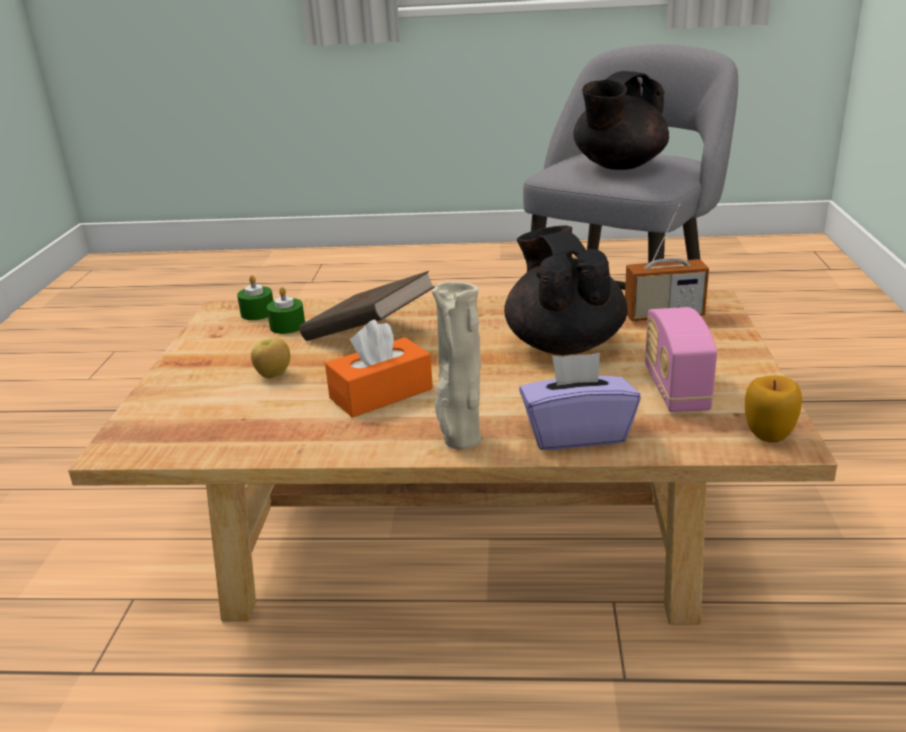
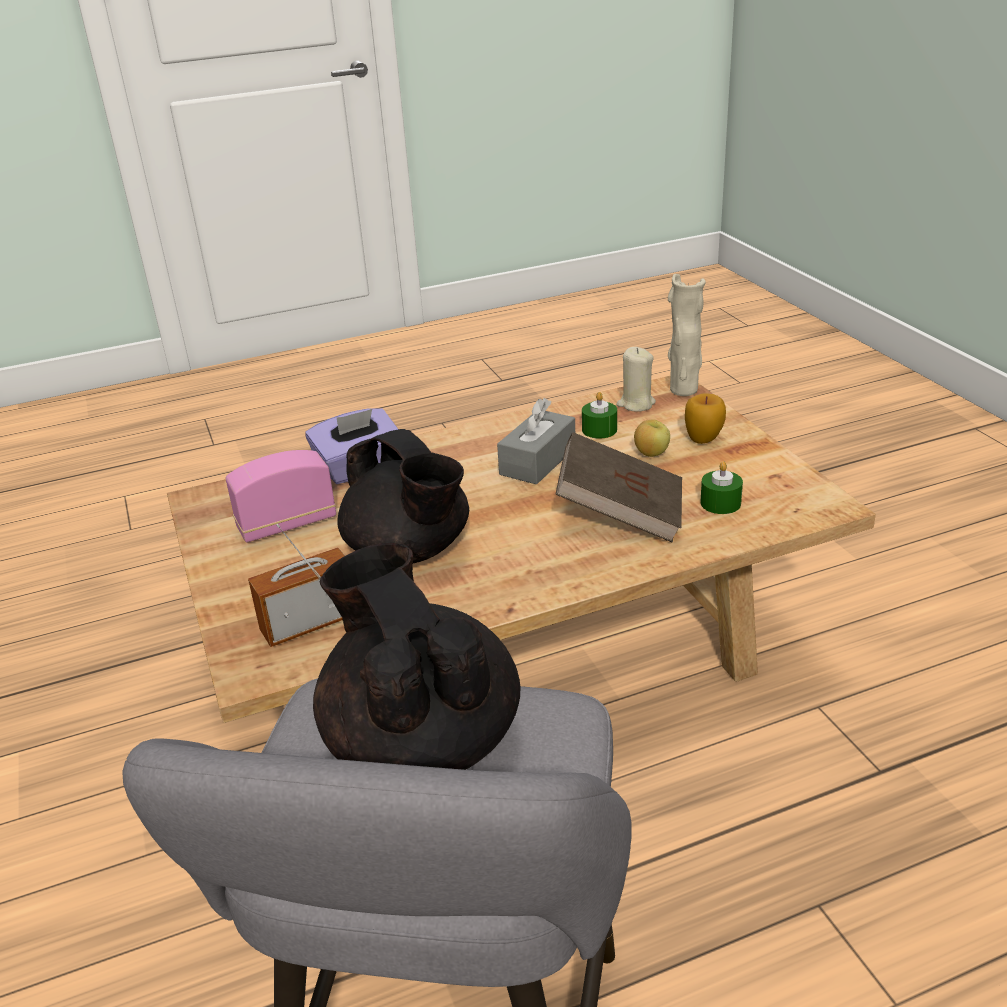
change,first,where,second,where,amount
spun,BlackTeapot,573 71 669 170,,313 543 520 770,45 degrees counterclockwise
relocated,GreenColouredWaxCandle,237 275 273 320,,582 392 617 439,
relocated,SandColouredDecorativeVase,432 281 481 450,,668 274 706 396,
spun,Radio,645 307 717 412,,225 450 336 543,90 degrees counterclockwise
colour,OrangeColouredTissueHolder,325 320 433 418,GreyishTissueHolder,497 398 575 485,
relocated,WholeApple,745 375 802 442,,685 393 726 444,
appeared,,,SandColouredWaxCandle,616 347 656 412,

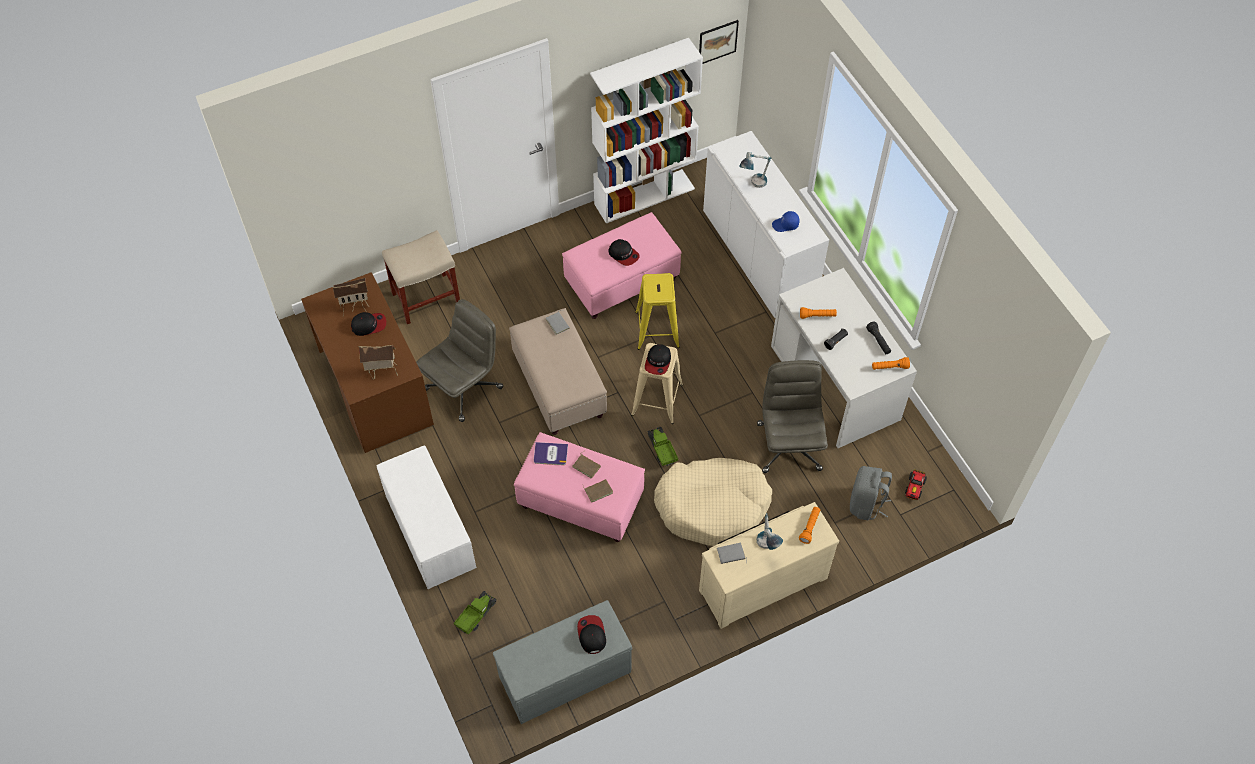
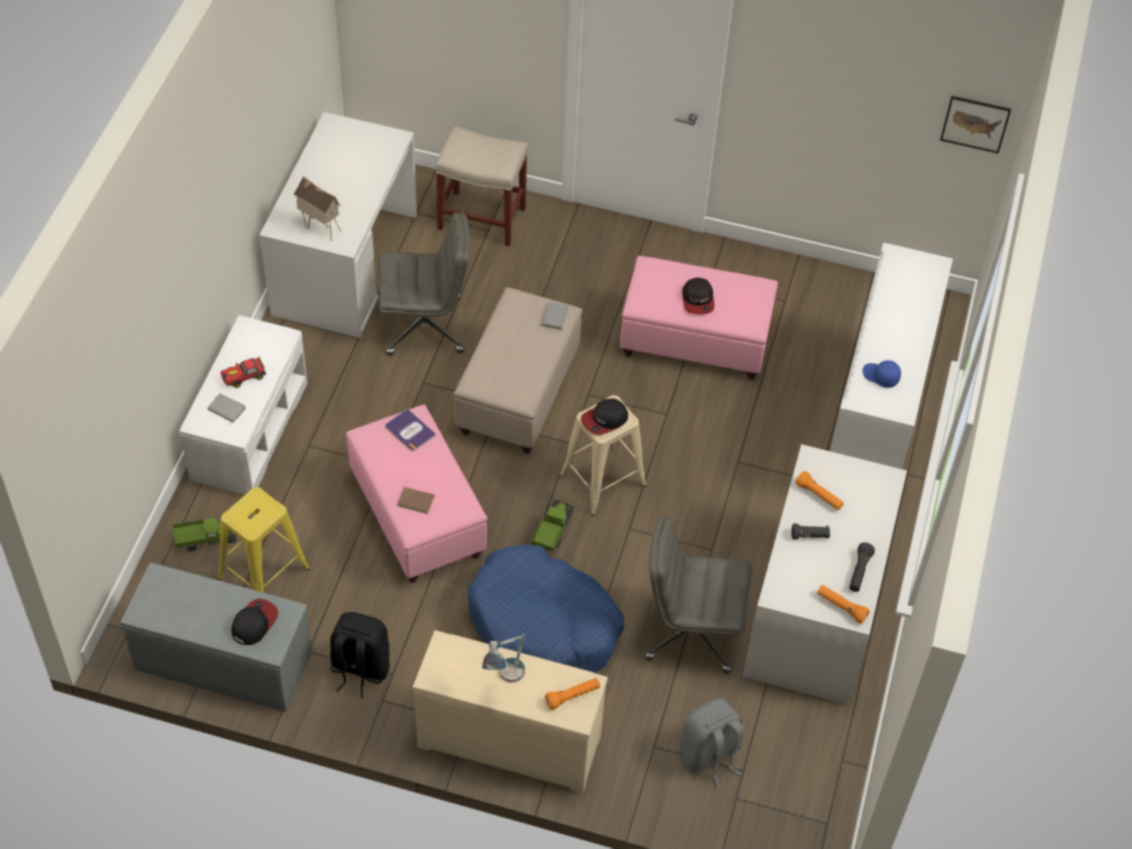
change,first,where,second,where,amount
missing,WhiteBookshelf,590 38 703 224,,,
missing,TableLamp,739 152 771 188,,,
colour,BrownishDeskTable,301 272 434 453,WhiteDeskTable,259 112 417 338,
relocated,YellowColouredSittingStool,635 273 680 350,,217 487 310 593,
missing,ToyHouse,332 278 369 314,,,
missing,BaseballCap,351 312 386 336,,,
spun,GreyishComputerChair,757 360 828 473,,645 515 752 673,120 degrees counterclockwise
missing,BrownishBoundBook,573 451 601 479,,,
colour,SandColouredDogBed,654 458 772 546,BluishDogBed,468 545 624 673,
relocated,ModelCar,905 469 927 500,,221 357 266 388,
relocated,GreyishBoundBook,717 543 747 564,,208 393 246 426,
appeared,,,BlackBackpack,330 612 390 699,

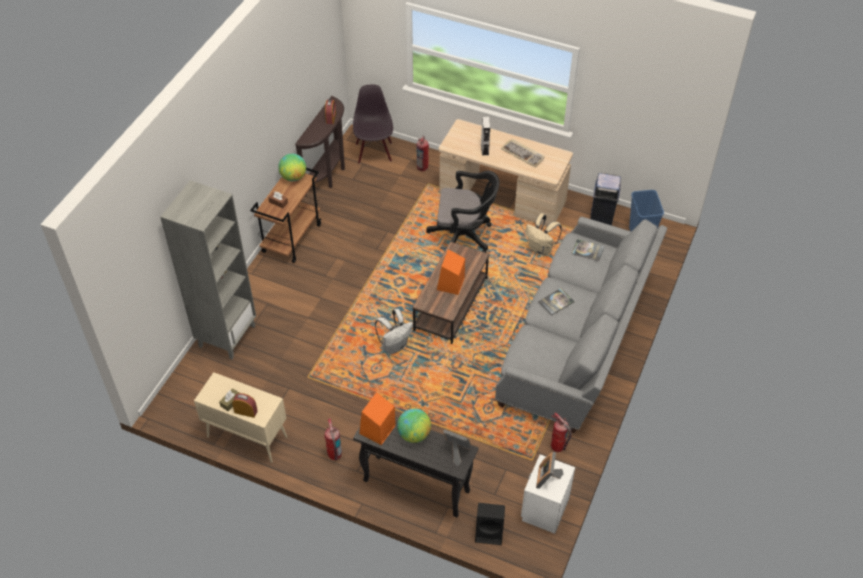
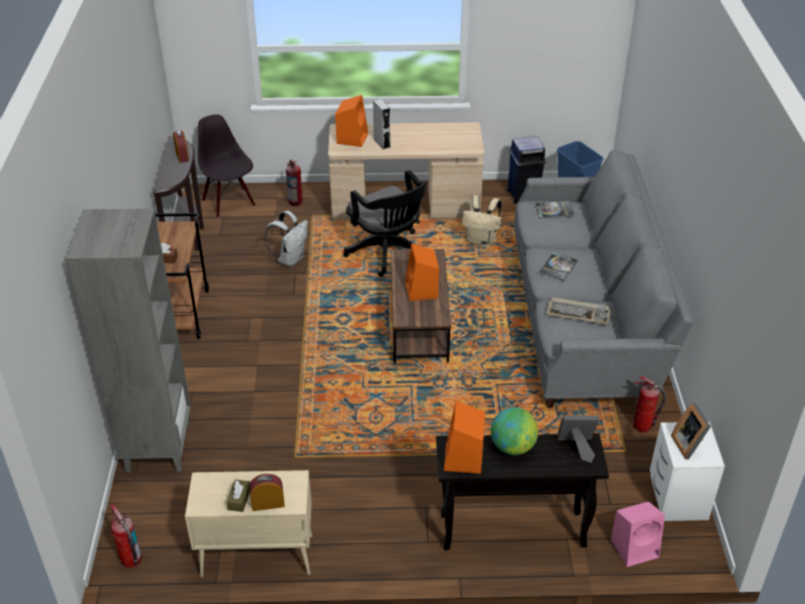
change,first,where,second,where,amount
relocated,ComputerKeyboard,501 139 544 167,,547 297 611 325,
missing,DeskGlobe,278 154 306 181,,,
spun,BlackComputerChair,426 171 500 253,,343 170 427 277,75 degrees clockwise
relocated,WhiteBackpack,375 309 413 354,,264 211 308 267,
relocated,FireFightingCylinder,324 418 342 460,,110 504 141 568,
colour,BlackSpeaker,475 503 505 545,PinkSpeaker,611 501 665 567,
appeared,,,OrangeColouredSpeaker,335 95 368 147,

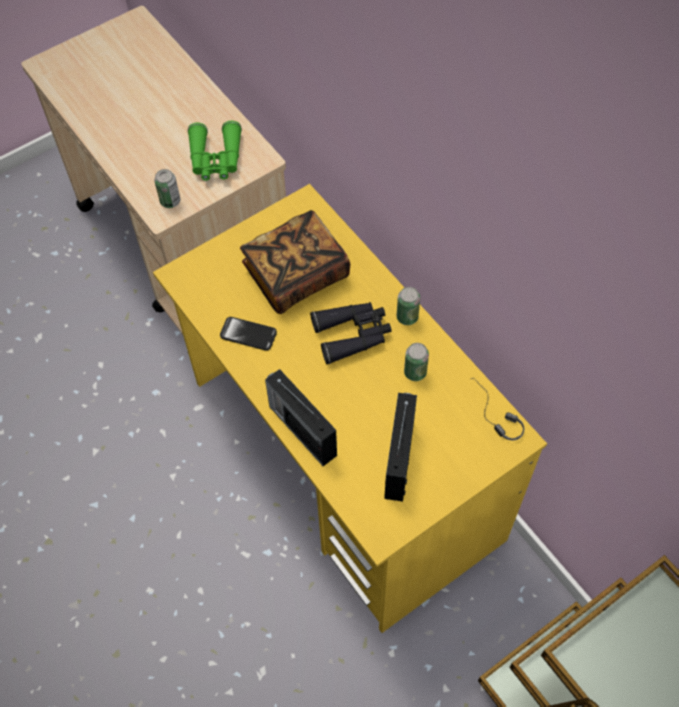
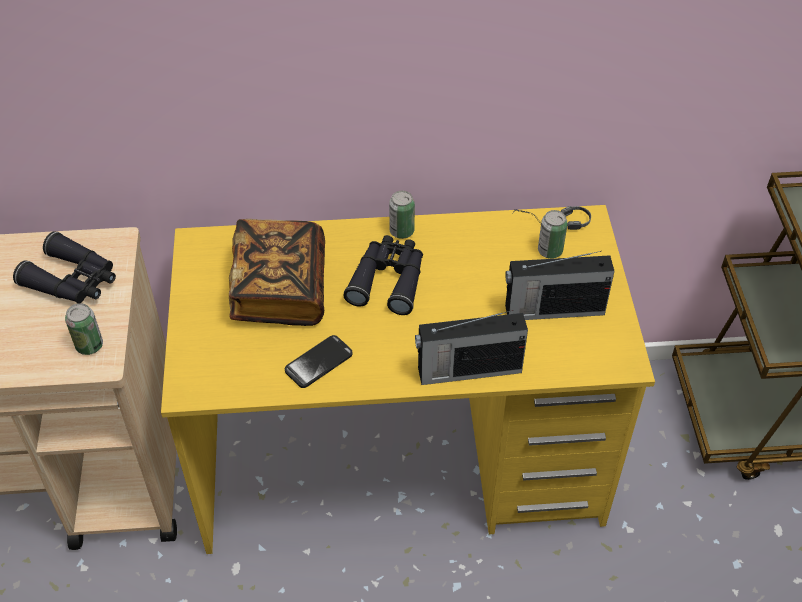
change,first,where,second,where,amount
colour,GreenColouredPairOfBinoculars,188 121 242 181,BlackPairOfBinoculars,13 231 116 303,
relocated,MetalCan,404 343 429 381,,538 210 568 259,
spun,Radio,384 393 417 502,,505 251 614 320,45 degrees counterclockwise

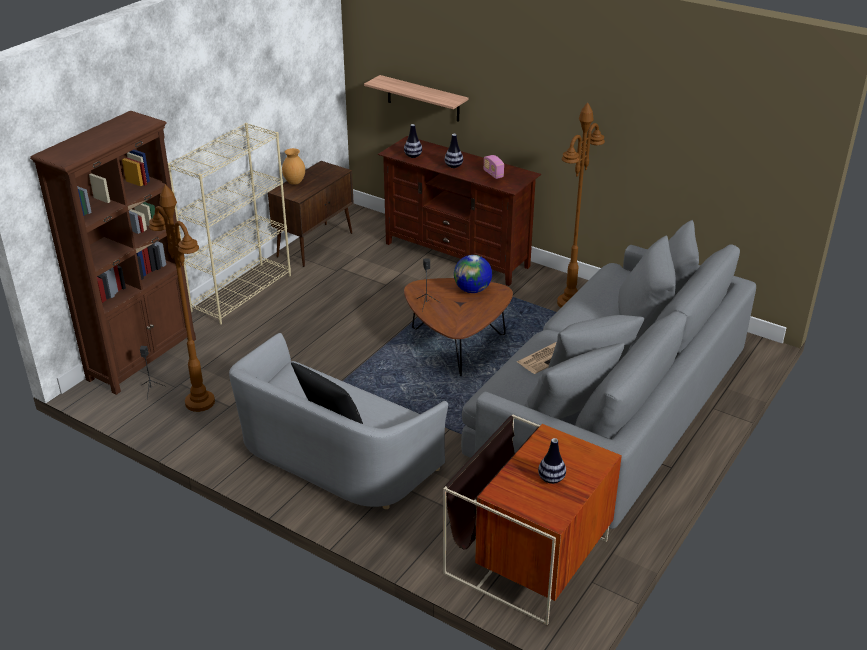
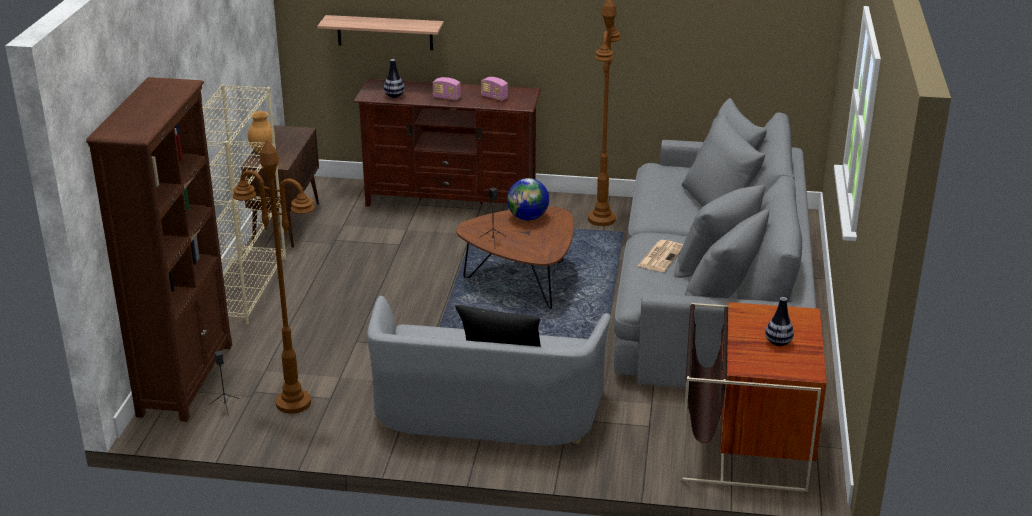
change,first,where,second,where,amount
exchanged,DecorativeVase,445 134 463 168,Radio,433 77 461 100,

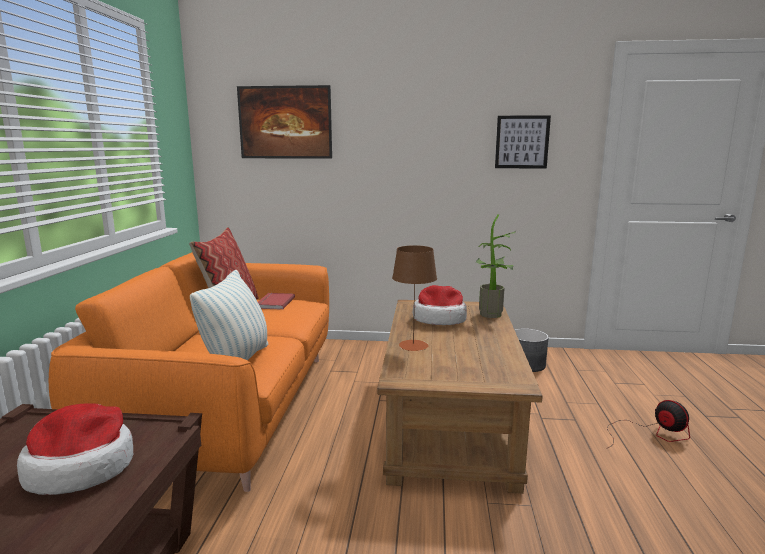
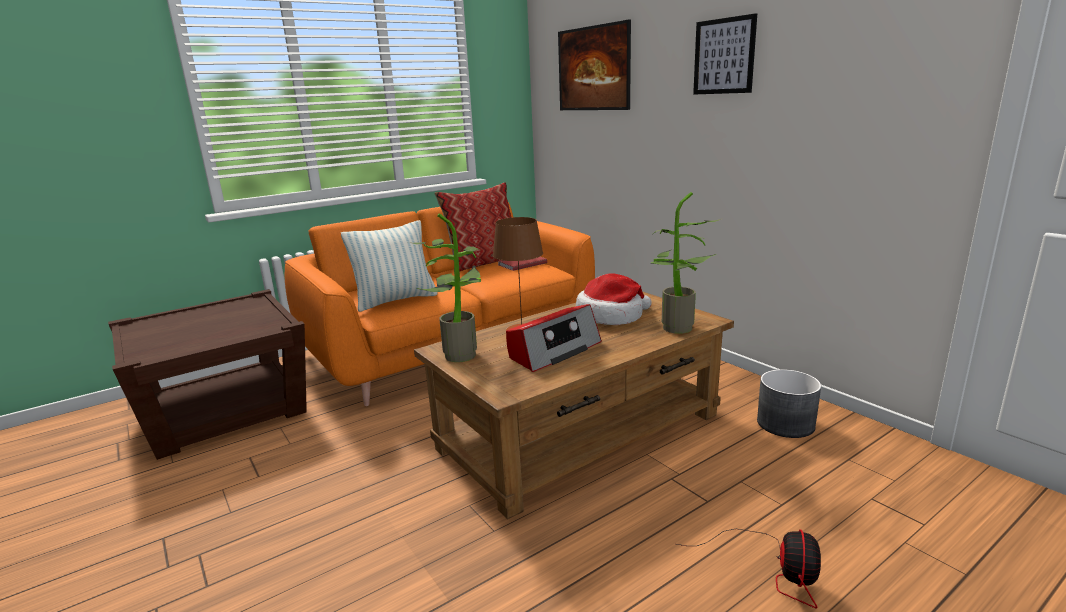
change,first,where,second,where,amount
relocated,WallArt,495 115 551 168,,693 13 757 95,
missing,WearableHat,17 403 133 495,,,
appeared,,,Houseplant,408 213 481 362,
appeared,,,Radio,506 304 602 372,

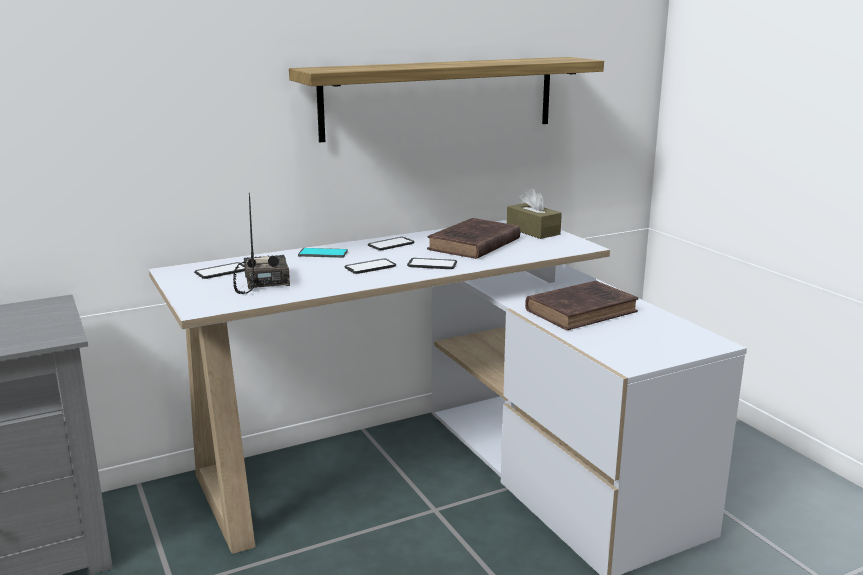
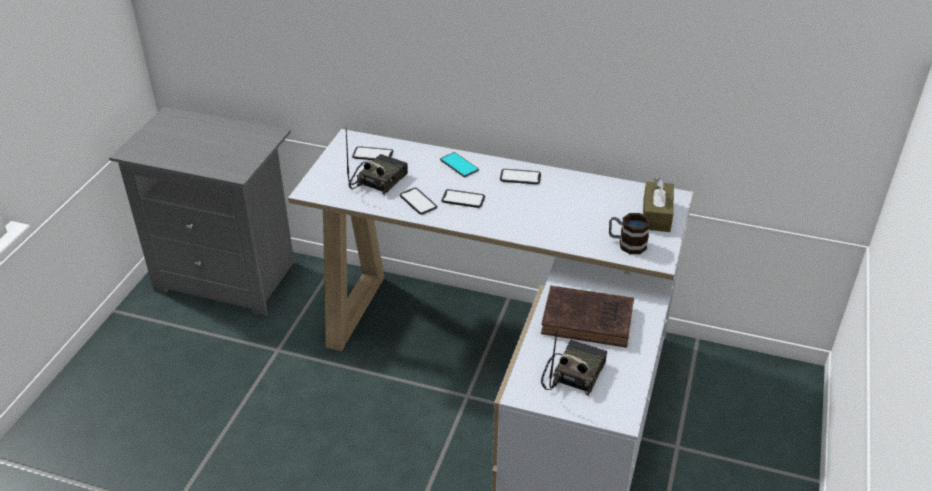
change,first,where,second,where,amount
missing,BracketShelf,289 57 604 142,,,
missing,BrownishBoundBook,427 218 520 259,,,
relocated,Phone,407 258 457 269,,400 188 437 215,
appeared,,,TeaMug,609 213 651 254,
appeared,,,Radio,541 331 607 396,

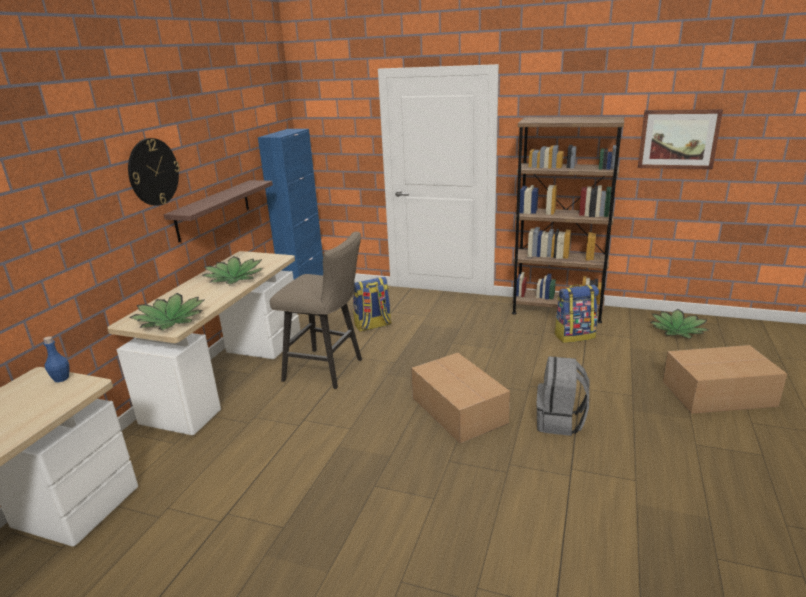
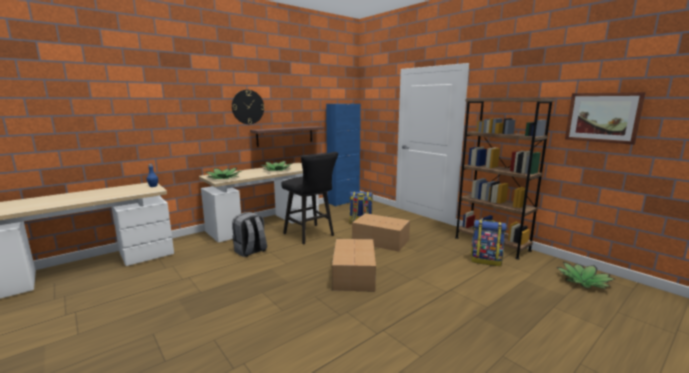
change,first,where,second,where,amount
colour,SandColouredSittingStool,270 232 362 389,BlackSittingStool,281 152 338 244,
relocated,CardboardBox,663 345 787 414,,352 213 410 252,
relocated,GreyishBackpack,536 357 589 436,,232 212 267 257,

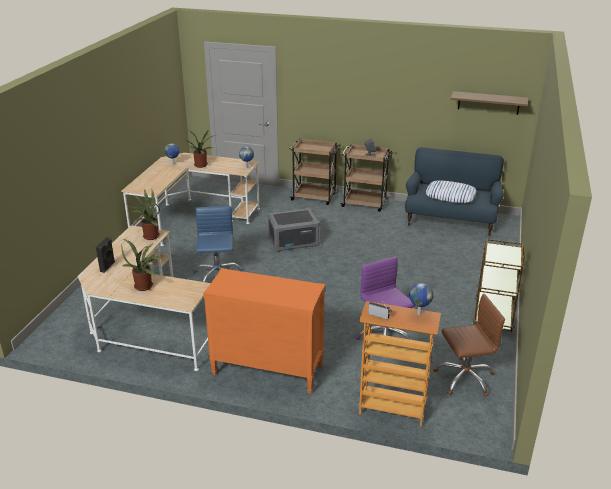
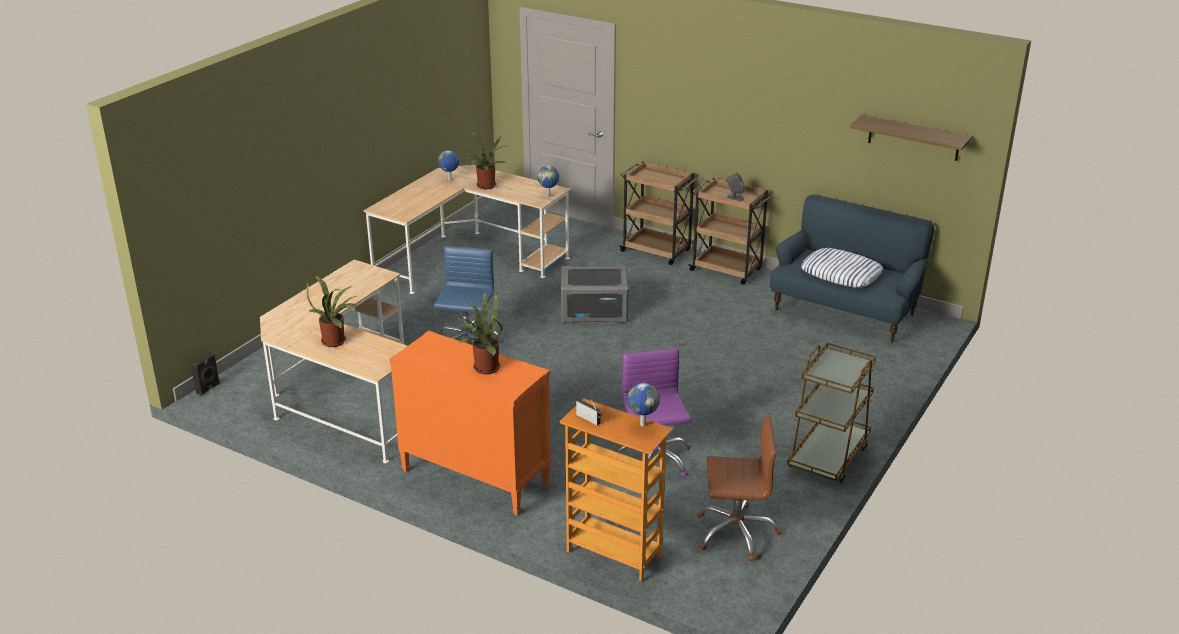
change,first,where,second,where,amount
relocated,Houseplant,132 189 160 240,,455 290 503 374,
relocated,BlackSpeaker,96 237 115 273,,191 351 220 396,

